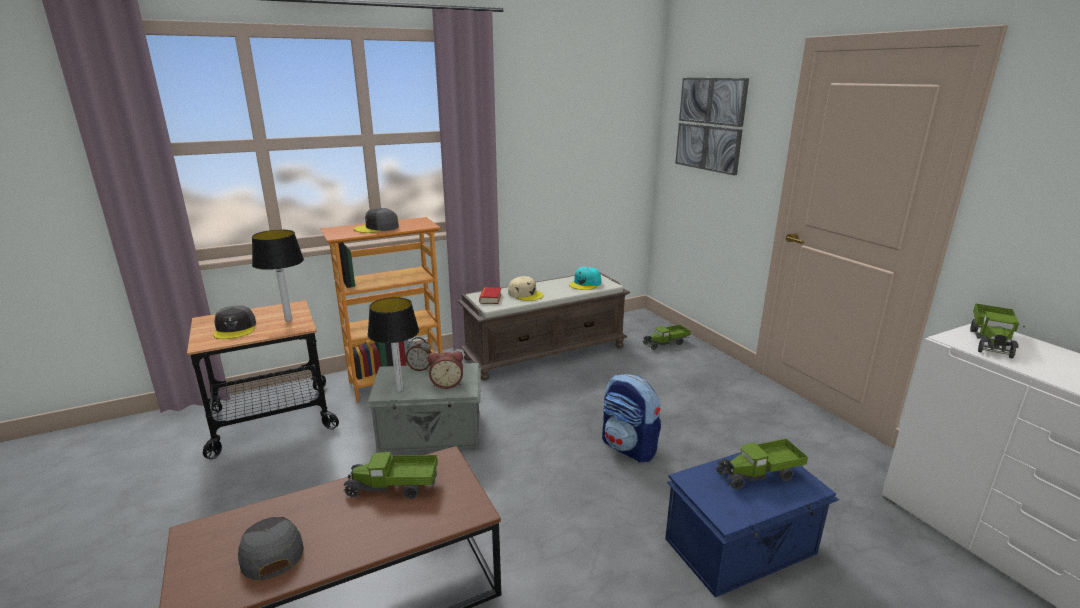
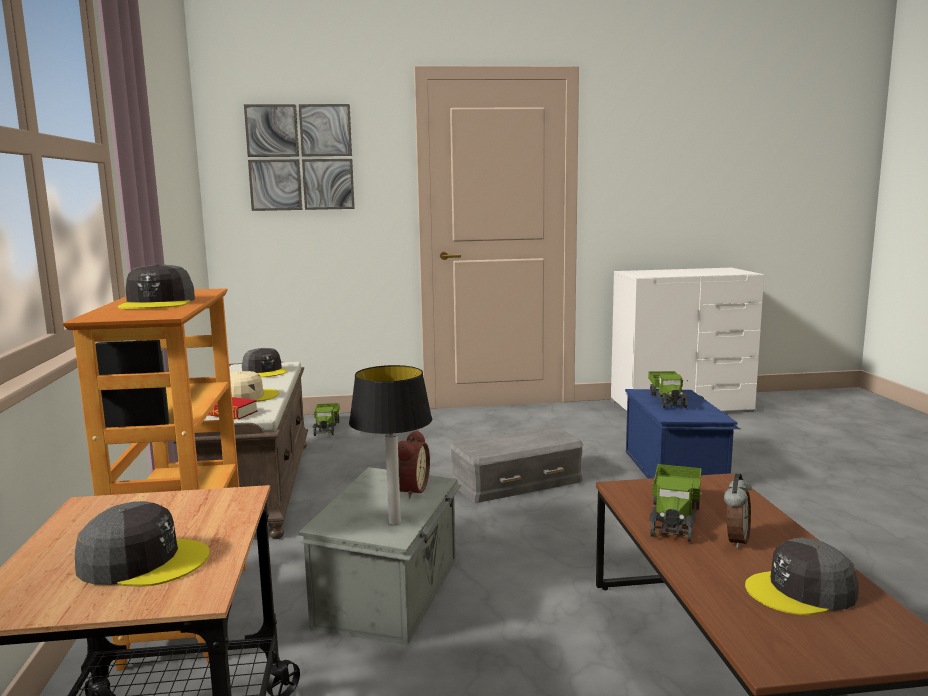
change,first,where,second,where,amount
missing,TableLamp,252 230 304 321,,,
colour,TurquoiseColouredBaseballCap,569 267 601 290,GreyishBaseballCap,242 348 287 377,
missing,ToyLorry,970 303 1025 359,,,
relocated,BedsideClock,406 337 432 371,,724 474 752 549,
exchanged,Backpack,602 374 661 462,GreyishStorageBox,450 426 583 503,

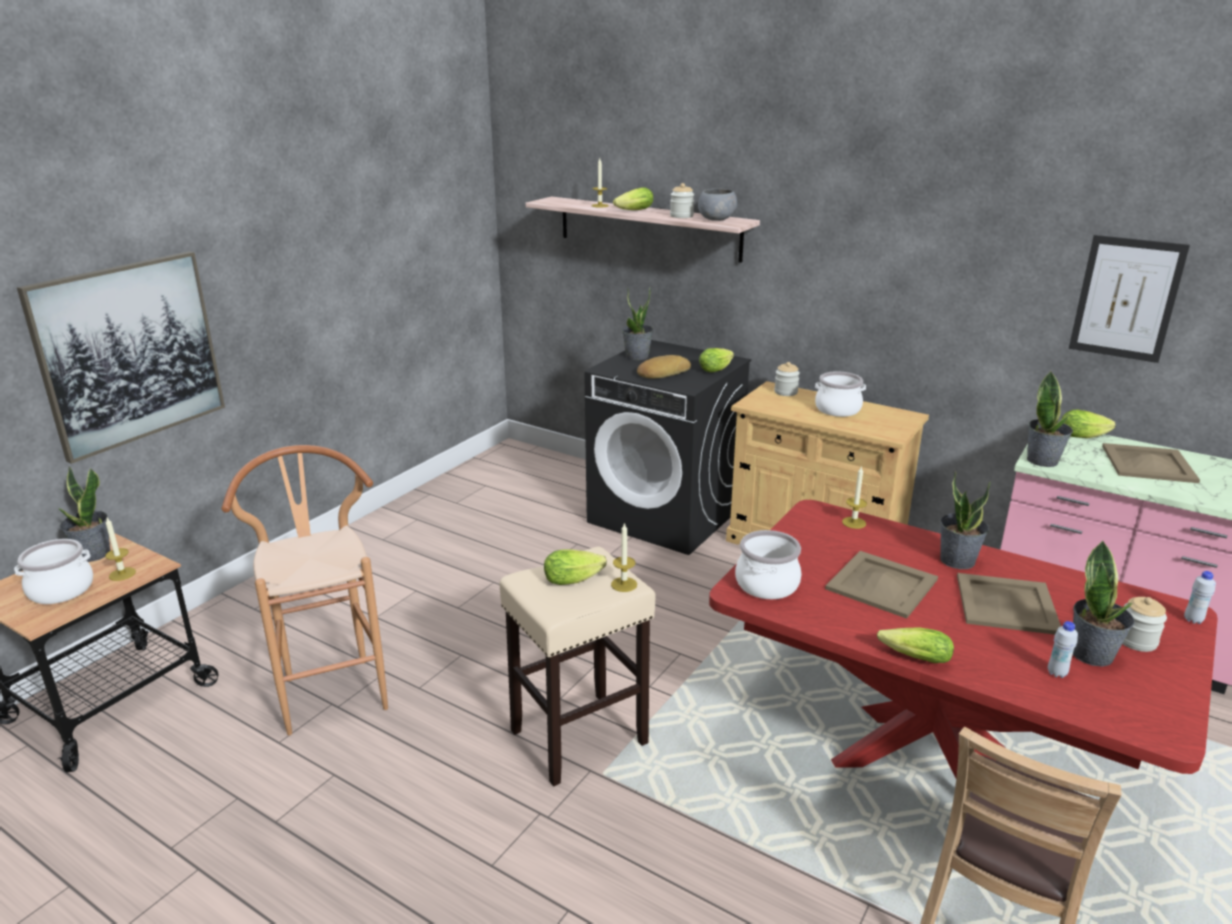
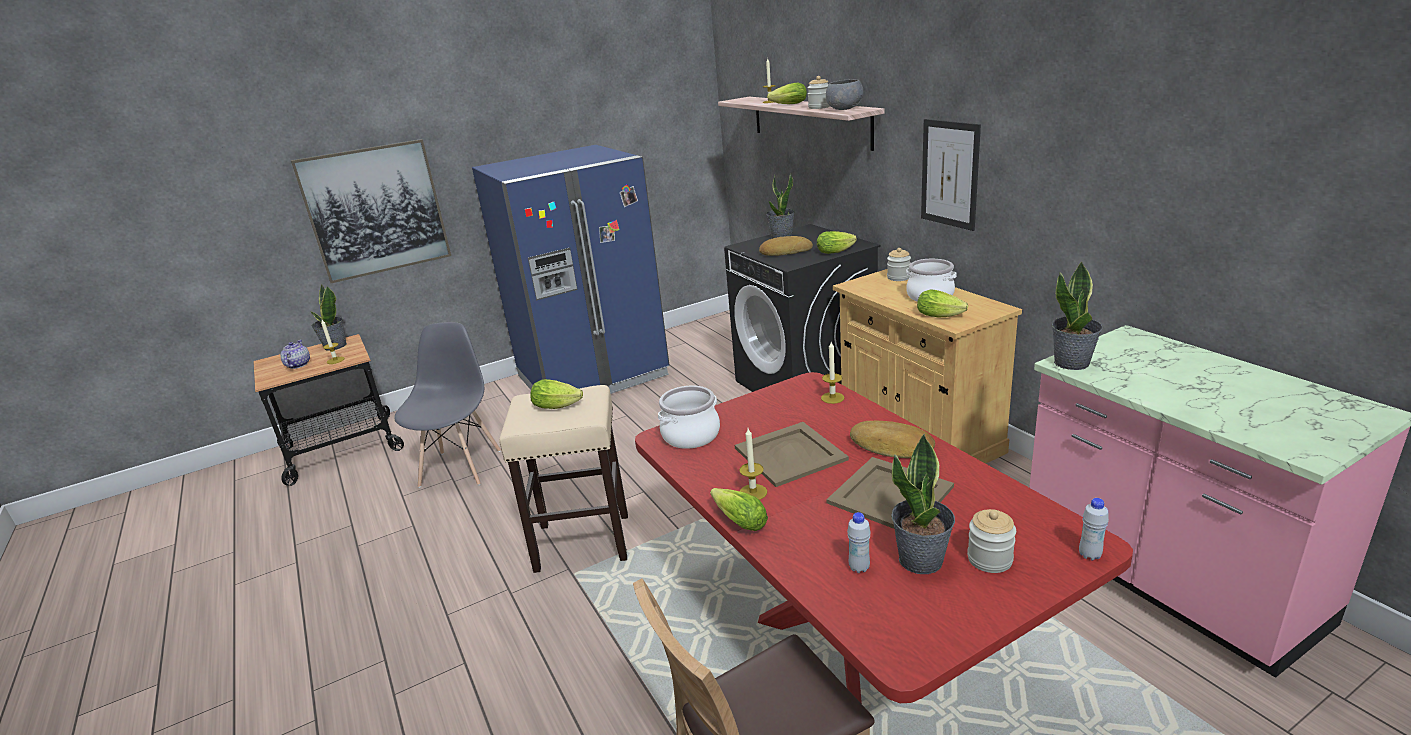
change,first,where,second,where,amount
relocated,WallArt,1069 235 1190 363,,921 119 981 231,
relocated,Lettuce,1061 410 1116 438,,917 290 968 318,
missing,SandColouredCarryingTray,1102 443 1200 483,,,
exchanged,BrownishSittingStool,222 445 388 735,GreyishPlainChair,394 322 501 488,
exchanged,Houseplant,940 471 991 569,BakeryBread,850 421 935 458,
relocated,WaxCandle,611 522 637 592,,739 428 767 500,
exchanged,Stockpot,14 539 93 604,Teapot,280 340 310 369,
appeared,,,BluishRefrigerator,472 145 669 394,

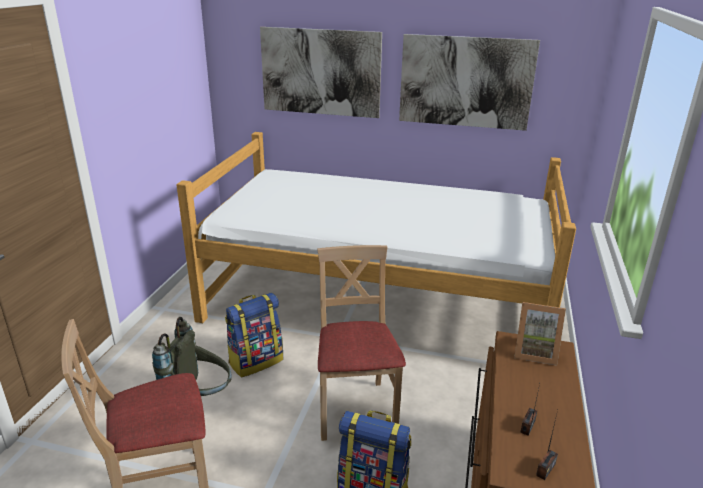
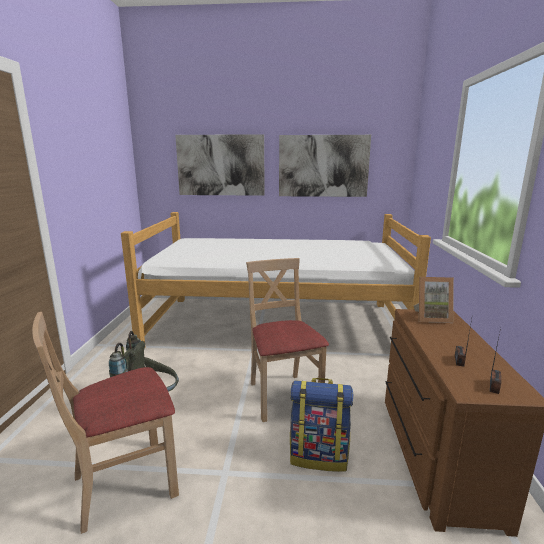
change,first,where,second,where,amount
missing,Backpack,225 293 283 378,,,

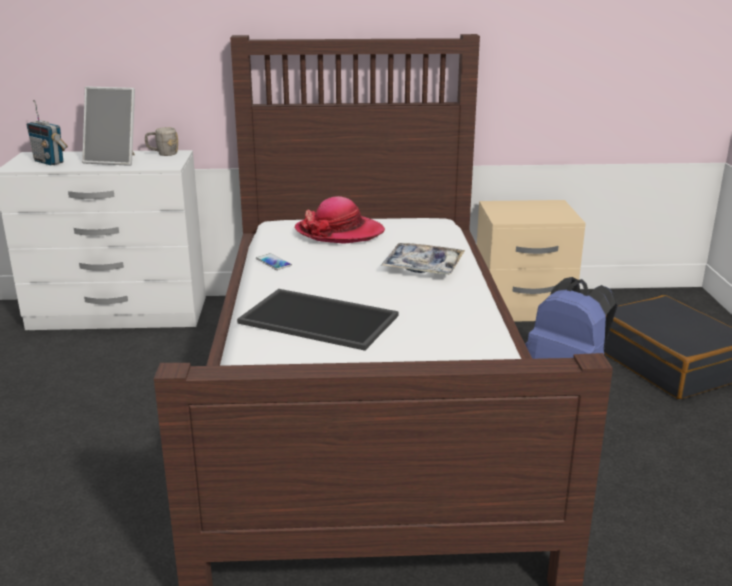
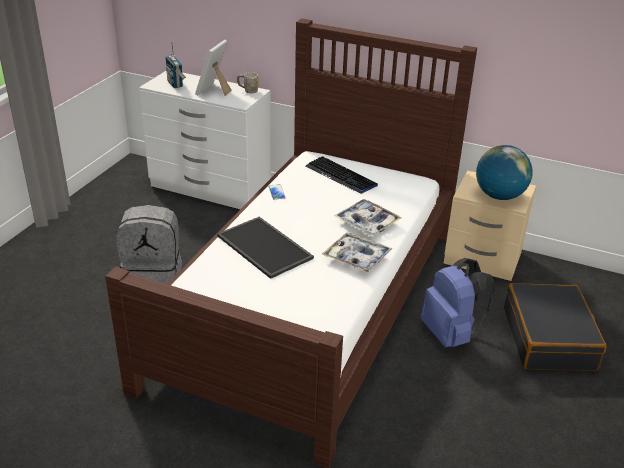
change,first,where,second,where,amount
spun,PhotoFrame,82 86 135 166,,195 40 232 96,75 degrees clockwise
exchanged,WearableHat,295 196 385 244,ComputerKeyboard,305 156 378 194,
appeared,,,DeskGlobe,476 145 533 200,
appeared,,,GreyishBackpack,117 205 182 284,
appeared,,,CarryingTray,322 233 392 273,

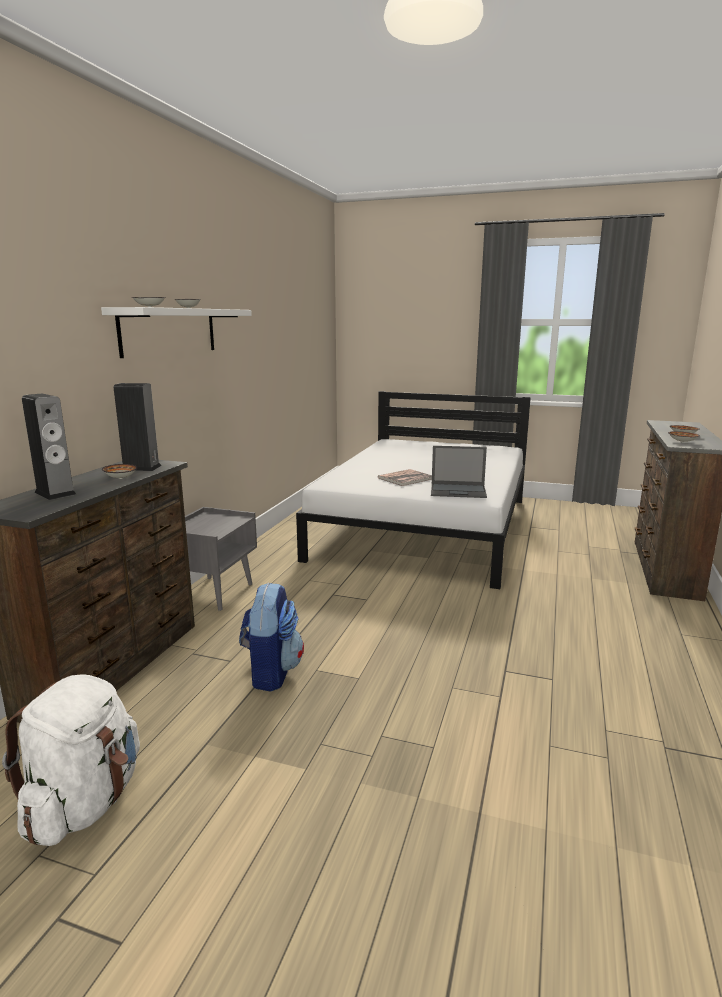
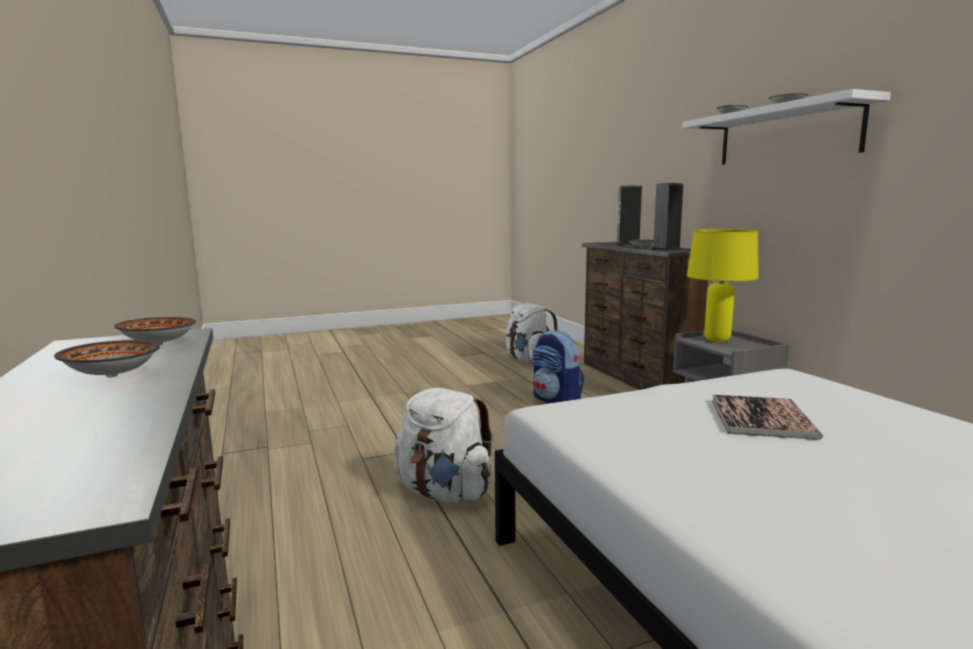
change,first,where,second,where,amount
missing,Laptop,431 446 487 498,,,
appeared,,,YellowColouredTableLamp,687 229 759 342,
appeared,,,WhiteBackpack,394 388 493 502,

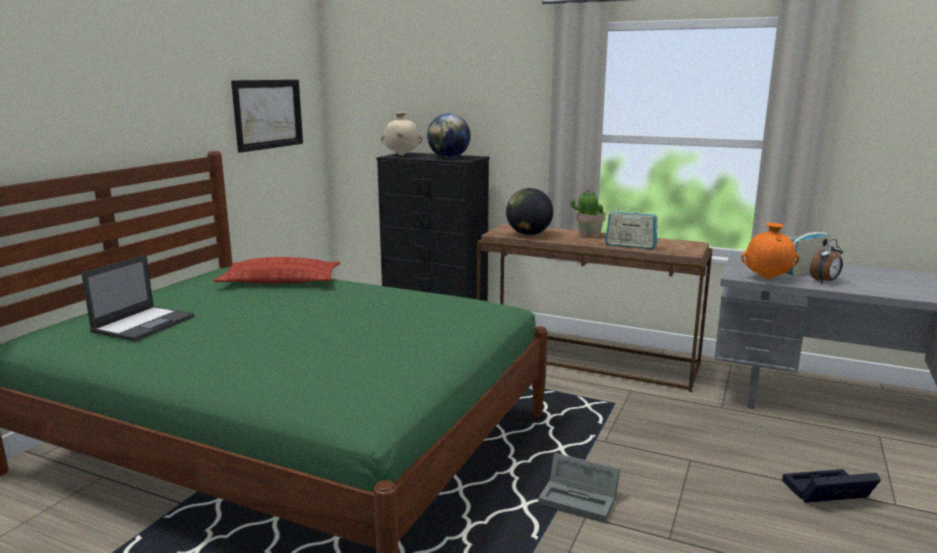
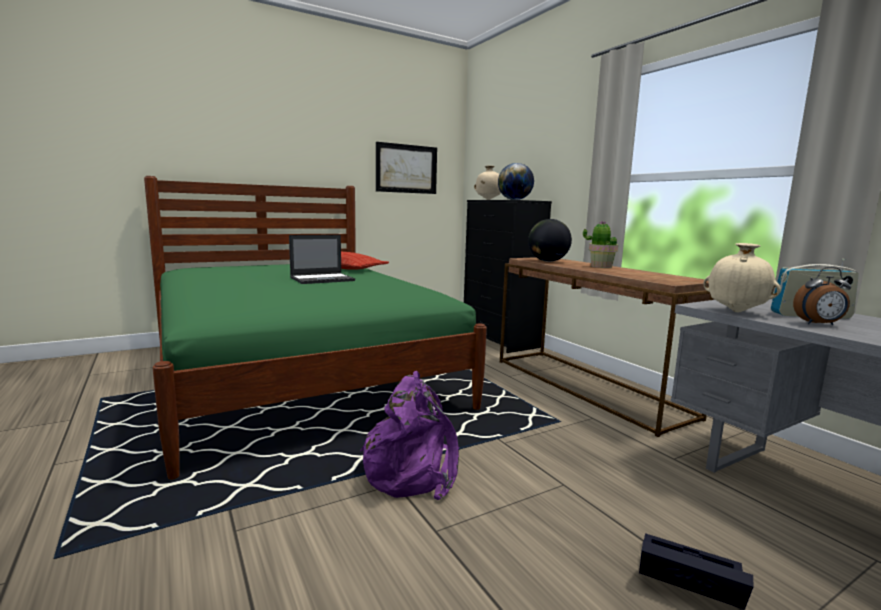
change,first,where,second,where,amount
missing,Radio,605 204 658 249,,,
colour,OrangeColouredDecorativeVase,741 223 800 279,SandColouredDecorativeVase,703 243 781 312,
relocated,Laptop,81 254 194 341,,289 235 355 284,
exchanged,GreyishStorageBox,538 453 620 523,PurplishBackpack,360 371 459 500,

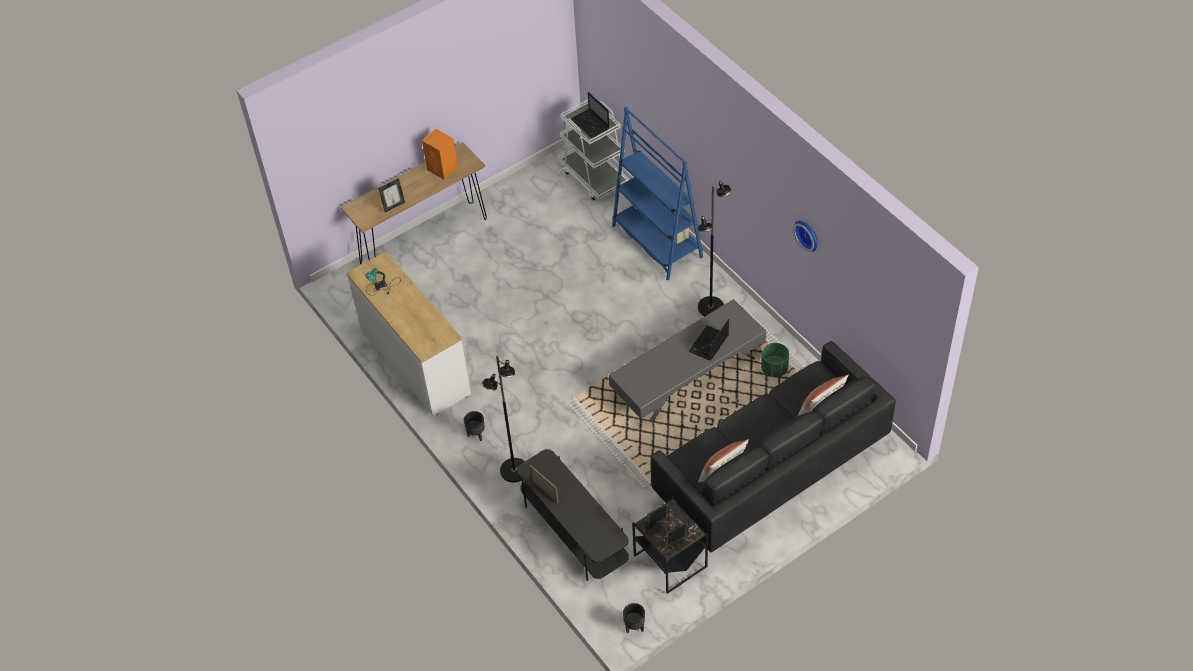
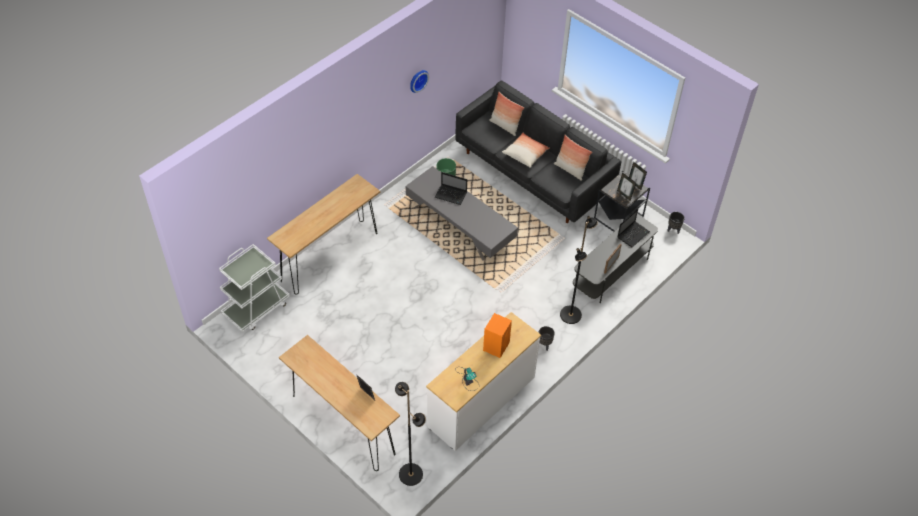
change,first,where,second,where,amount
relocated,Laptop,571 92 610 138,,618 209 650 247,
exchanged,BluishBookshelf,612 107 703 281,BrownishHallTable,267 174 380 295,
relocated,OrangeColouredSpeaker,422 129 458 180,,483 313 512 358,
relocated,BlackFloorLamp,698 181 731 316,,395 382 426 486,
appeared,,,Pillow,502 133 550 168,

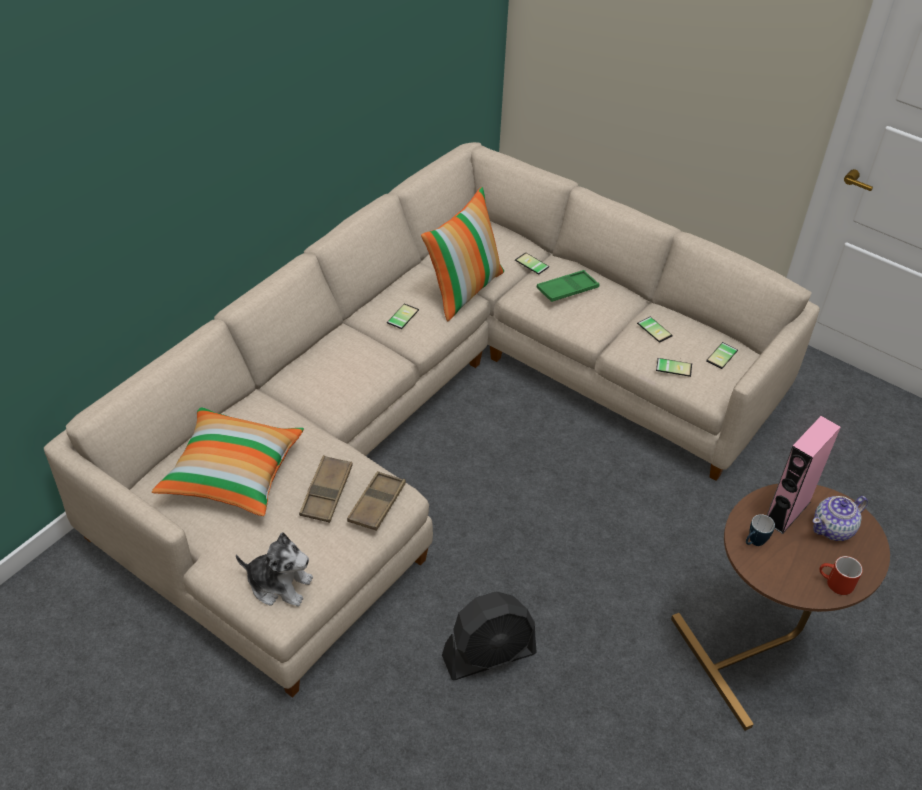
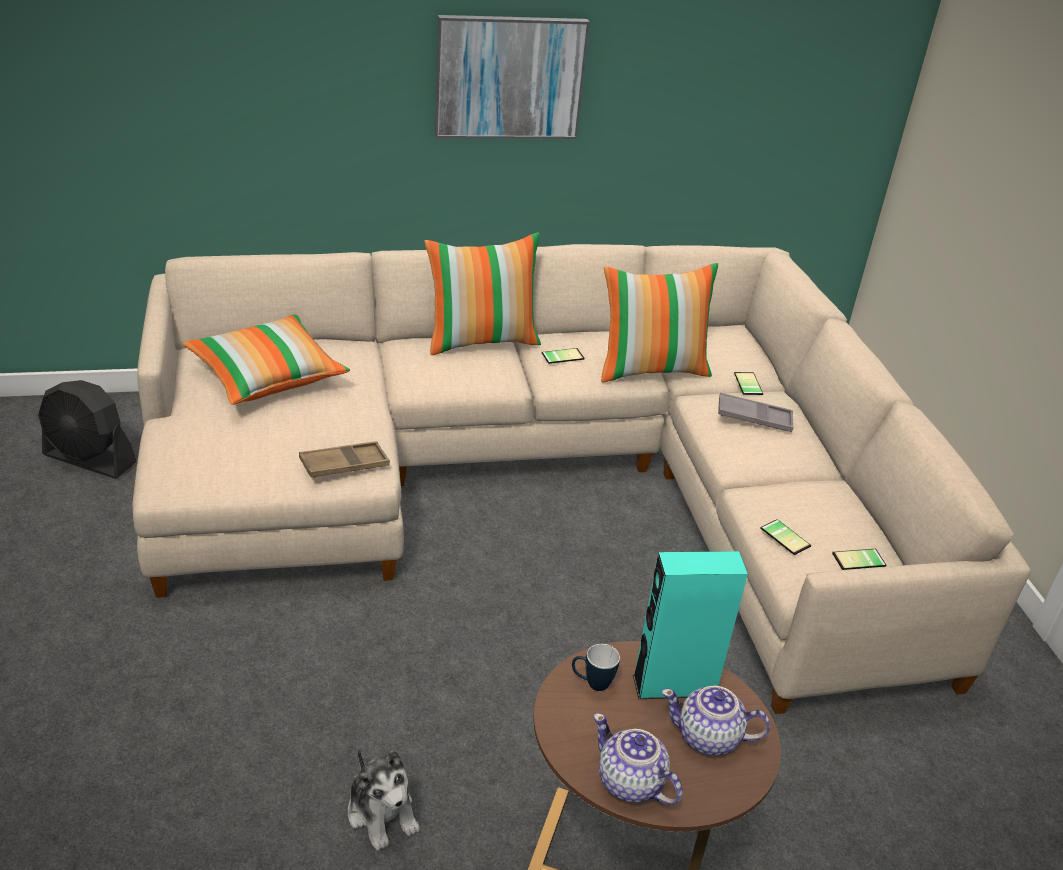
change,first,where,second,where,amount
colour,GreenColouredCarryingTray,536 270 600 302,GreyishCarryingTray,718 393 794 432,
missing,Phone,637 317 673 343,,,
colour,PinkSpeaker,767 416 841 534,TurquoiseColouredSpeaker,633 551 748 699,
missing,BrownishCarryingTray,299 455 353 523,,,
relocated,PlushToy,236 533 313 607,,348 747 420 851,
exchanged,RedColouredTeaMug,820 556 863 595,Teapot,593 713 682 805,
relocated,BlackFan,442 591 537 680,,38 380 137 479,
appeared,,,WallArt,434 15 590 139,
appeared,,,Pillow,424 233 541 355,

